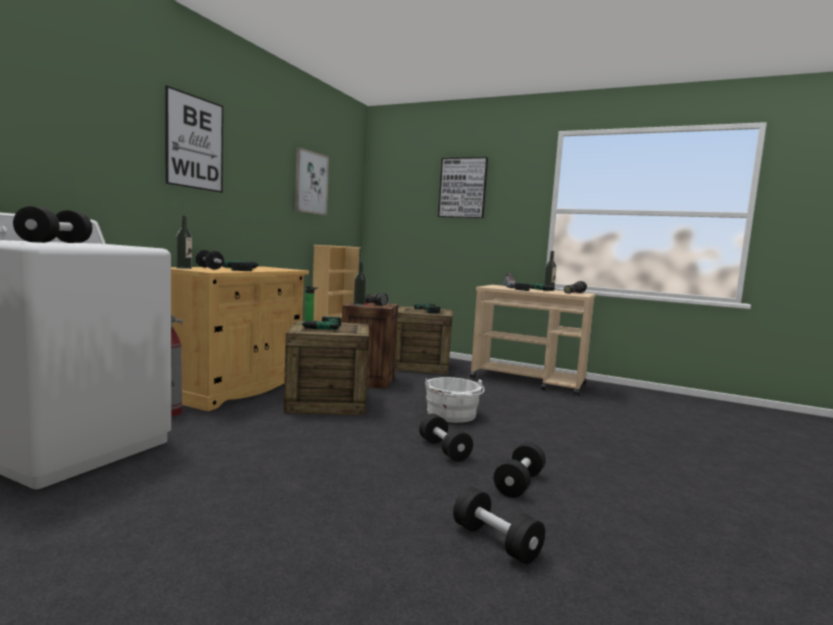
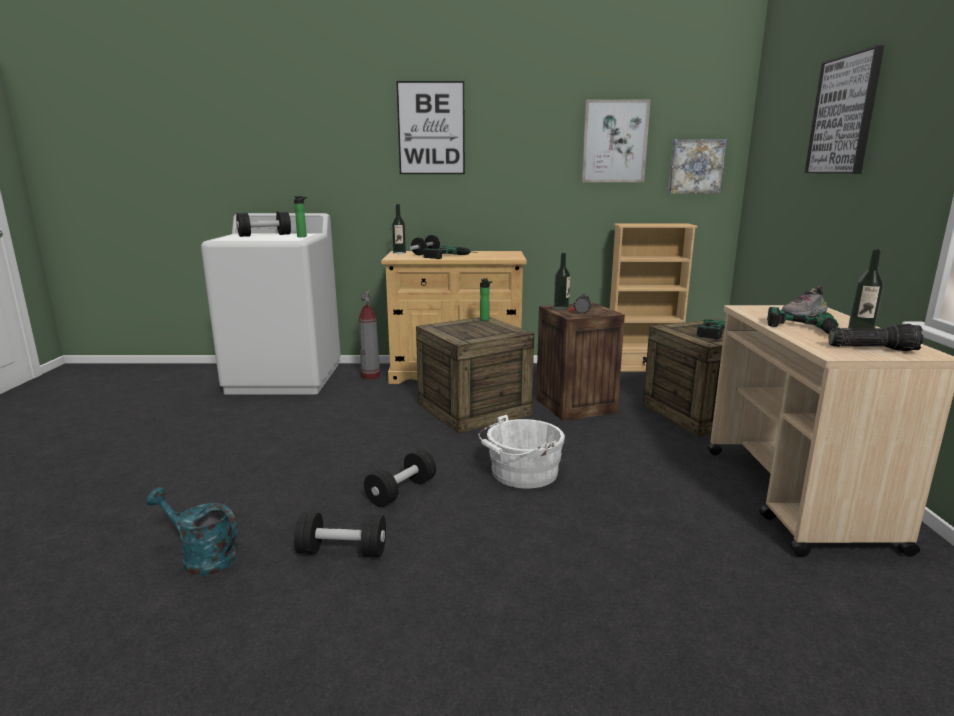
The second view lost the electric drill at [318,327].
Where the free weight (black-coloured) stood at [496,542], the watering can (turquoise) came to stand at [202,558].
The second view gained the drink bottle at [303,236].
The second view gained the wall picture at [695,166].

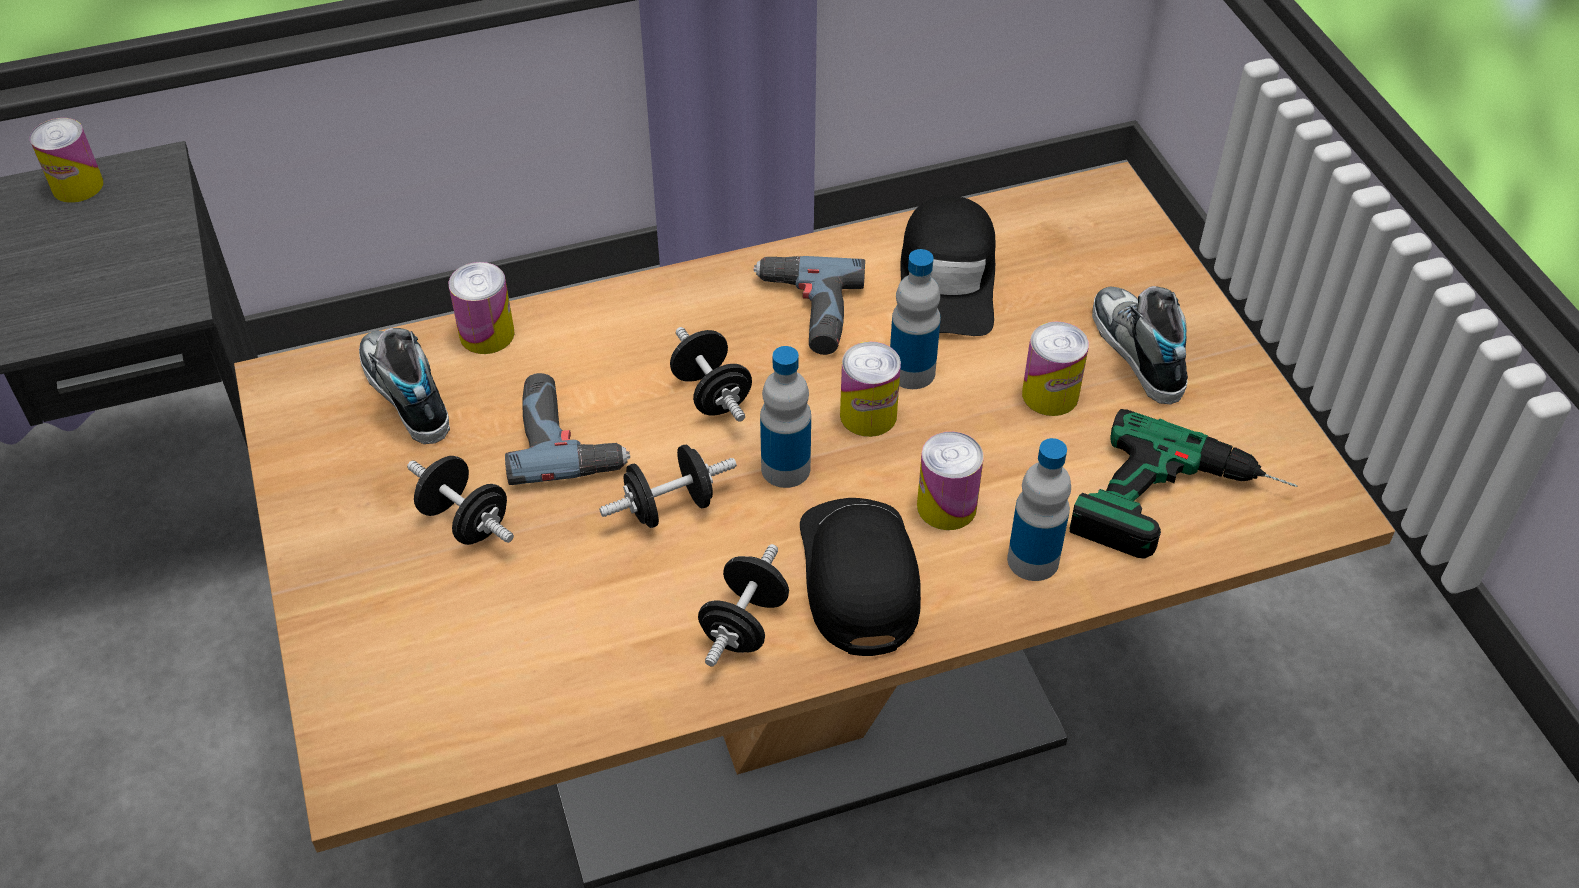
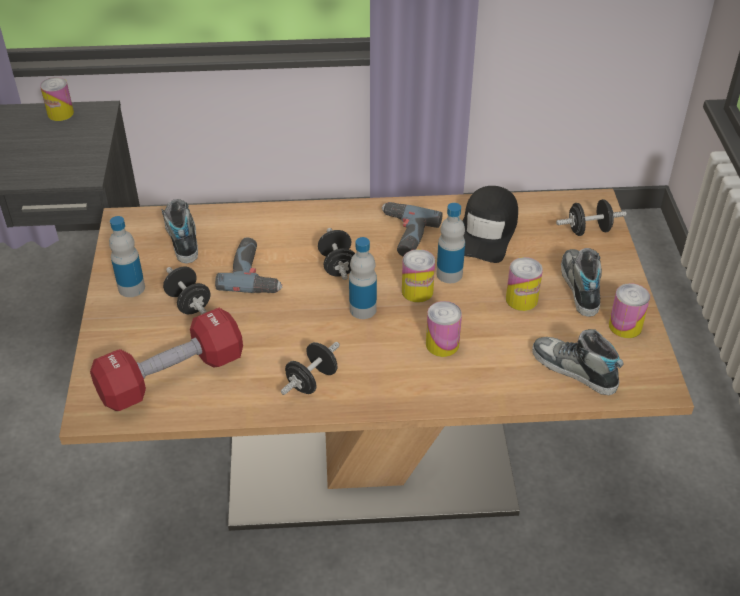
The can ended up elsewhere, having gone from [487,334] to [625,326].
The free weight (black-coloured) ended up elsewhere, having gone from [669,507] to [588,230].
The second view lost the peaked cap (black-coloured) at [859,577].
The drink bottle ended up elsewhere, having gone from [1033,560] to [131,288].
Where the electric drill stood at [1182,507], the item of footwear came to stand at [574,370].
The second view gained the free weight (red-coloured) at [171,377].

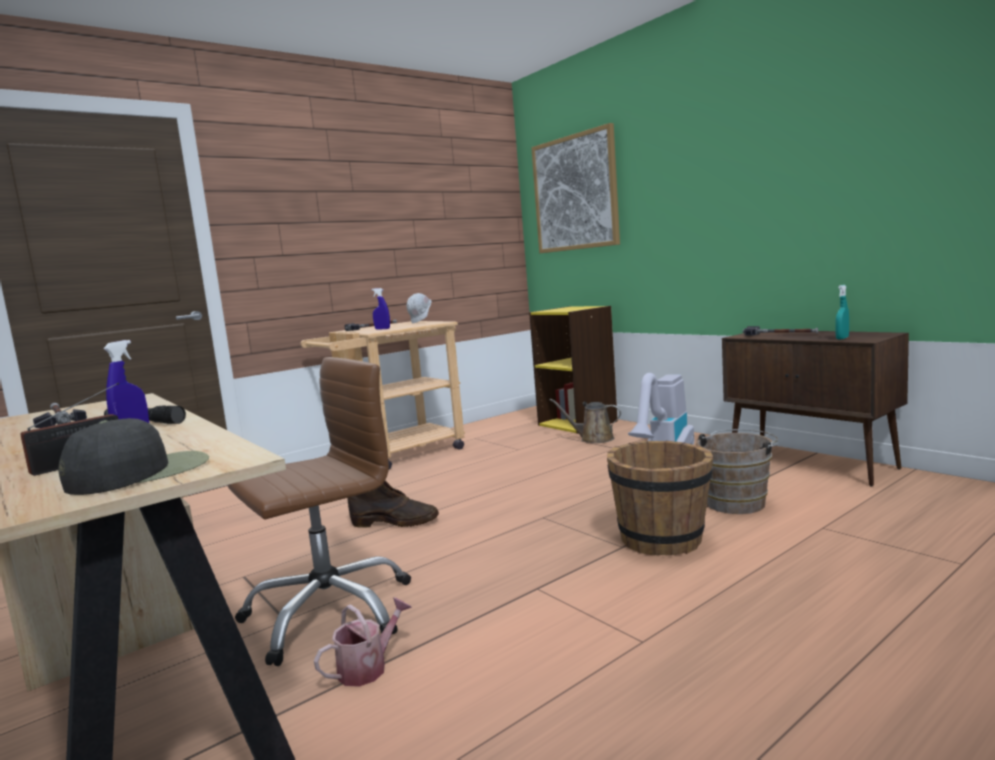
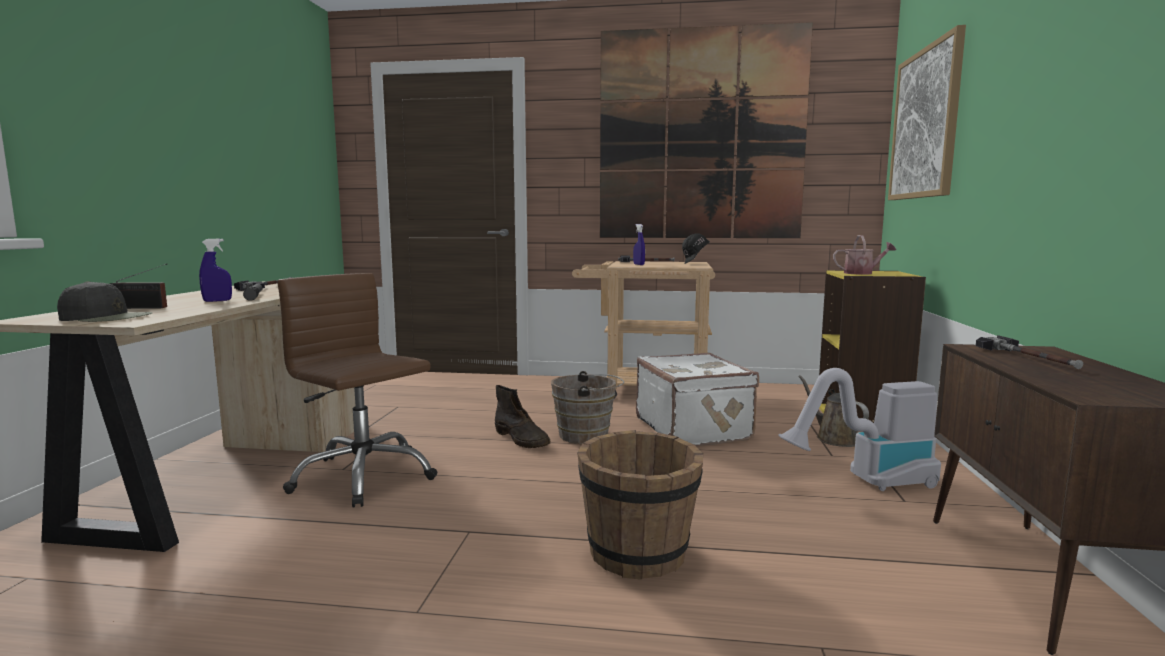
The office chair (brown) at [329,612] ended up facing another way, 150 degrees counterclockwise from before.
The watering can ended up elsewhere, having gone from [368,667] to [862,273].
What was the hard hat (white-coloured) at [421,322] turned into the hard hat (black-coloured) at [695,264].
The bucket (brown) ended up elsewhere, having gone from [738,502] to [588,435].
The second view lost the spray bottle (turquoise) at [842,338].
The second view gained the wall picture at [701,135].
The second view gained the suitcase (white-coloured) at [694,429].

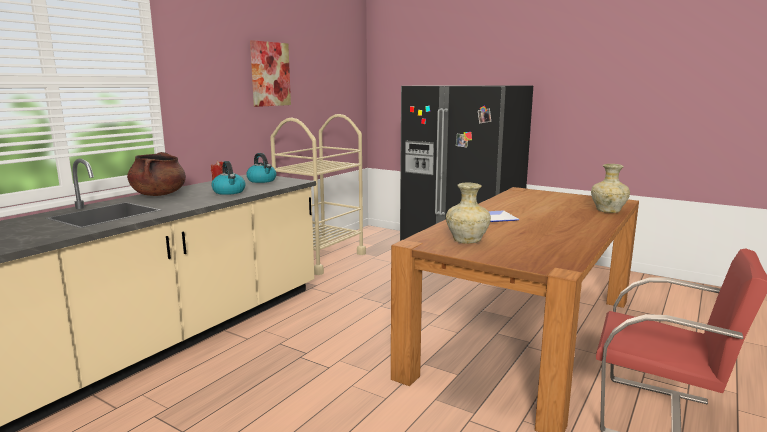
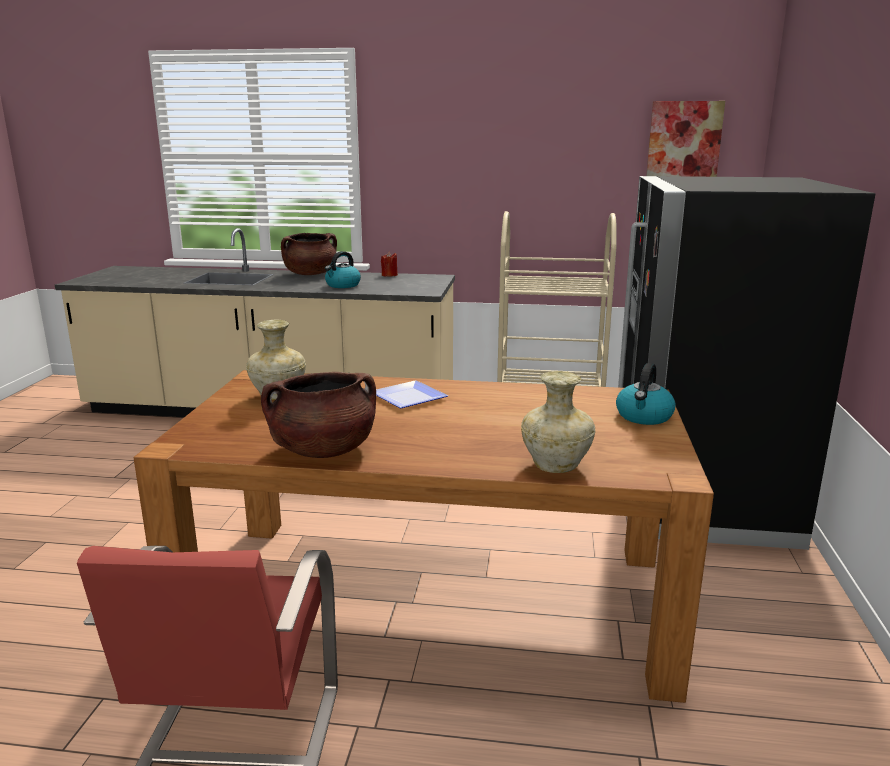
The water kettle ended up elsewhere, having gone from [262,180] to [644,417].
The wall picture ended up elsewhere, having gone from [270,74] to [683,146].
The second view gained the stockpot (brown) at [323,450].

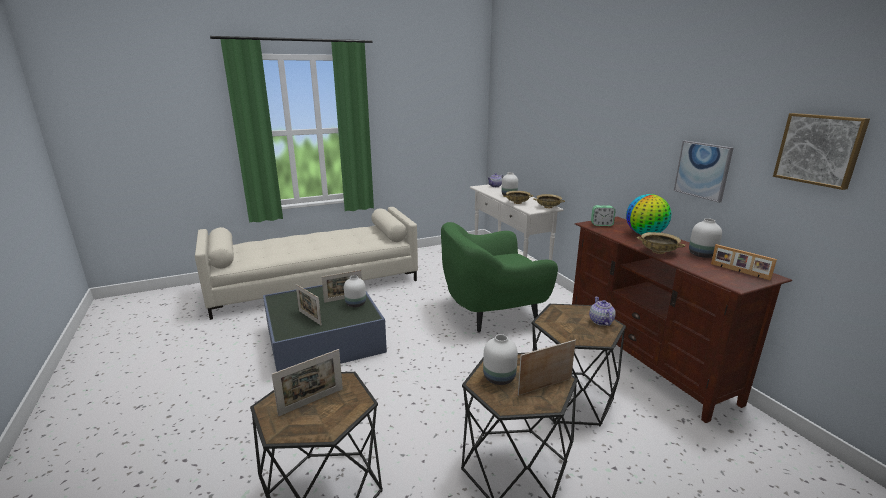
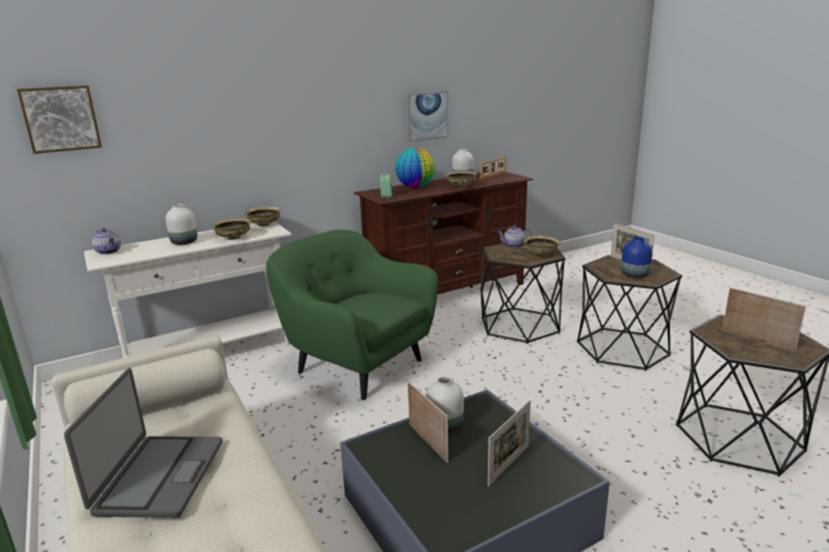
The lounge chair (green-coloured) at [492,311] ended up facing another way, 150 degrees clockwise from before.
What was the flower vase (white-coloured) at [499,377] turned into the flower vase (blue) at [633,275].
The wall picture ended up elsewhere, having gone from [819,149] to [61,118].
The second view gained the portable computer at [159,476].
The second view gained the deep dish (sand-coloured) at [541,254].

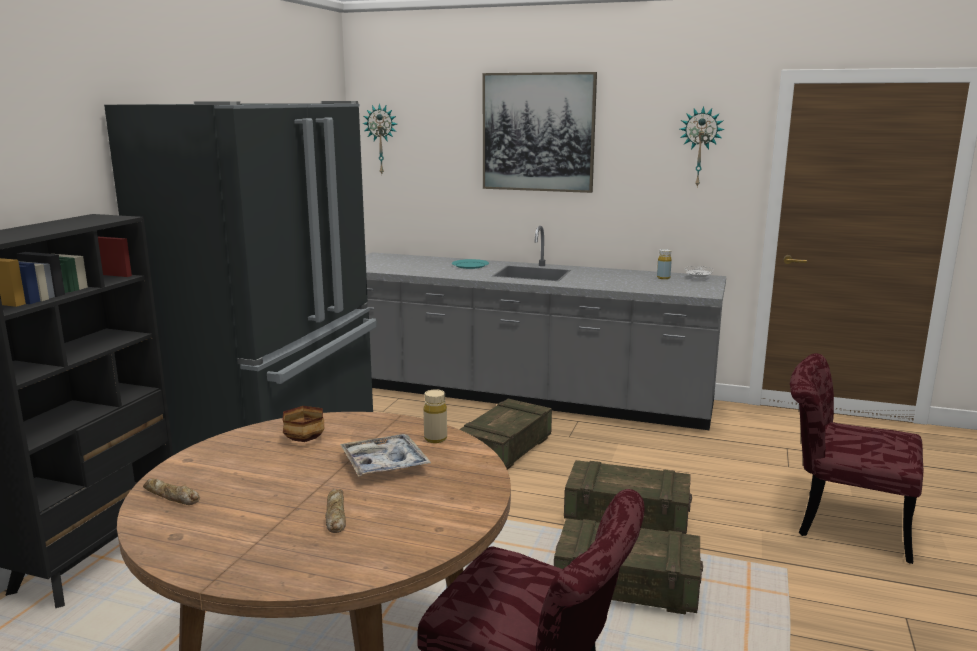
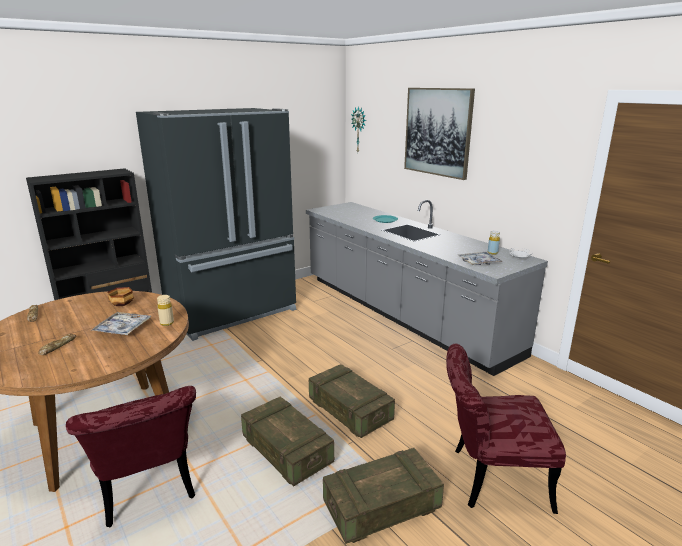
The crate ended up elsewhere, having gone from [505,450] to [381,507].
The second view lost the wall clock at [700,147].
The plain chair (red-coloured) at [840,521] ended up facing another way, 60 degrees counterclockwise from before.
The second view gained the serving tray at [479,262].

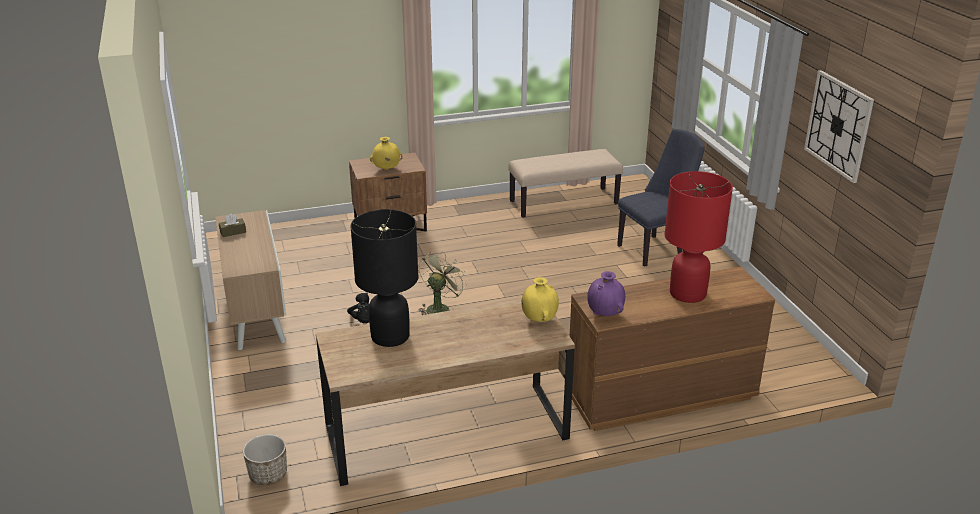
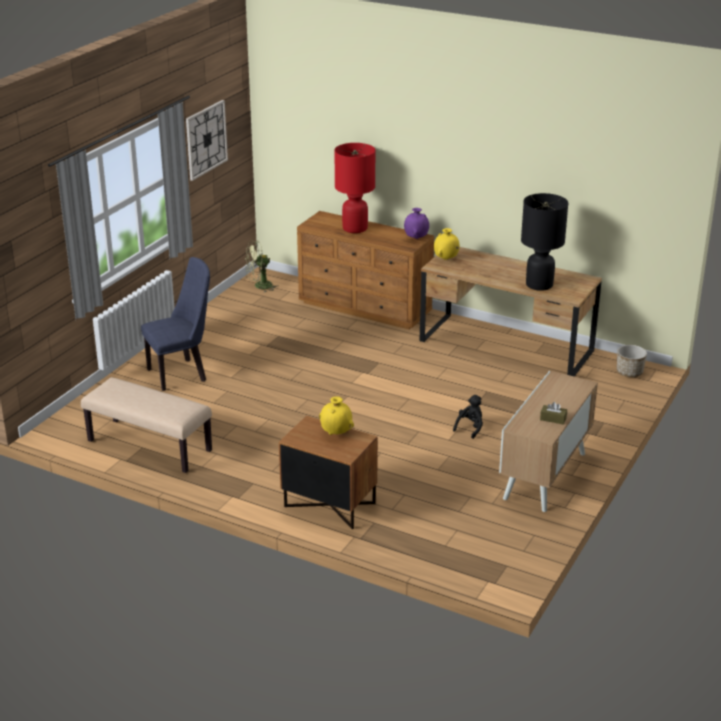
The fan (green-coloured) ended up elsewhere, having gone from [439,308] to [259,286].
The plain chair (blue) at [654,249] ended up facing another way, 135 degrees clockwise from before.

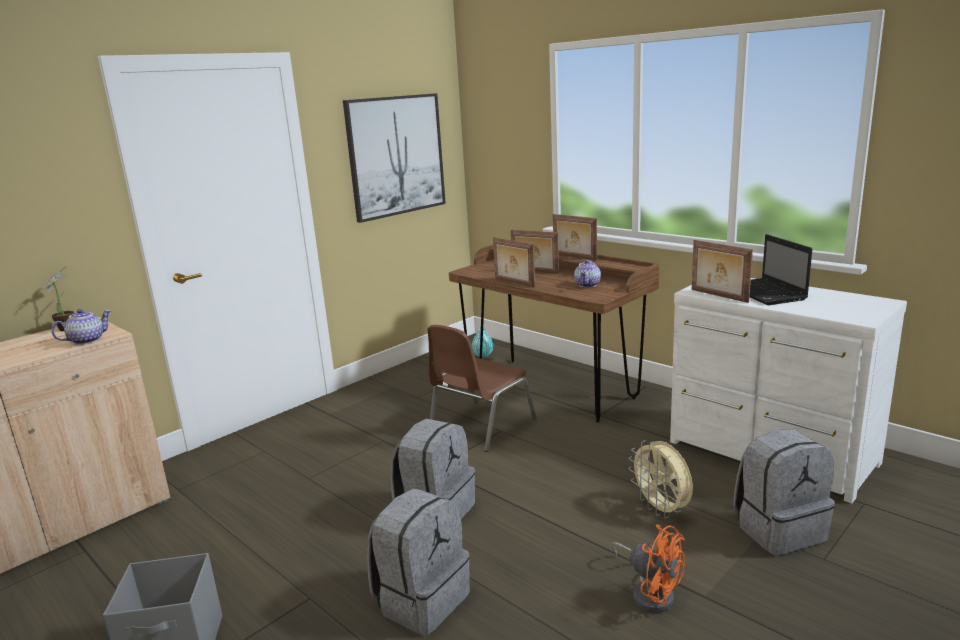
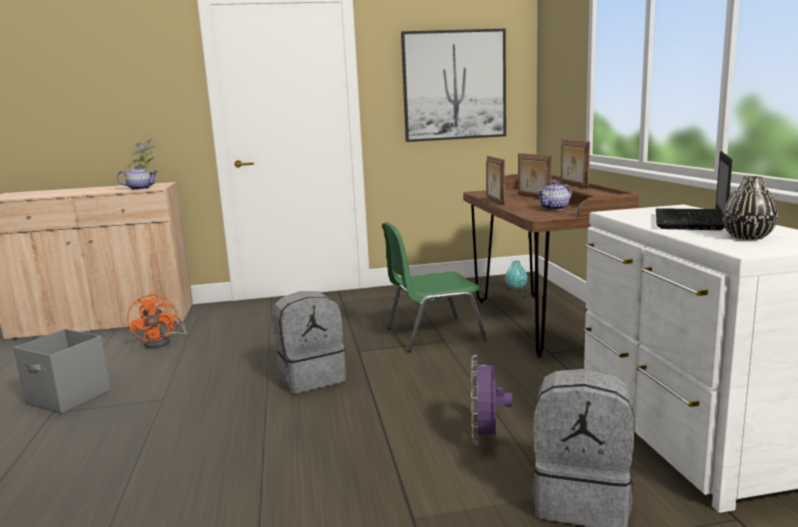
The second view lost the backpack (grey) at [421,600].
What was the plain chair (brown) at [480,426] turned into the plain chair (green-coloured) at [432,334].
The fan (orange-coloured) ended up elsewhere, having gone from [650,592] to [162,342].
What was the fan (sand-coloured) at [661,509] turned into the fan (purple-coloured) at [487,438].
The second view lost the standing frame at [718,296].
The second view gained the flower vase (black-coloured) at [747,237].

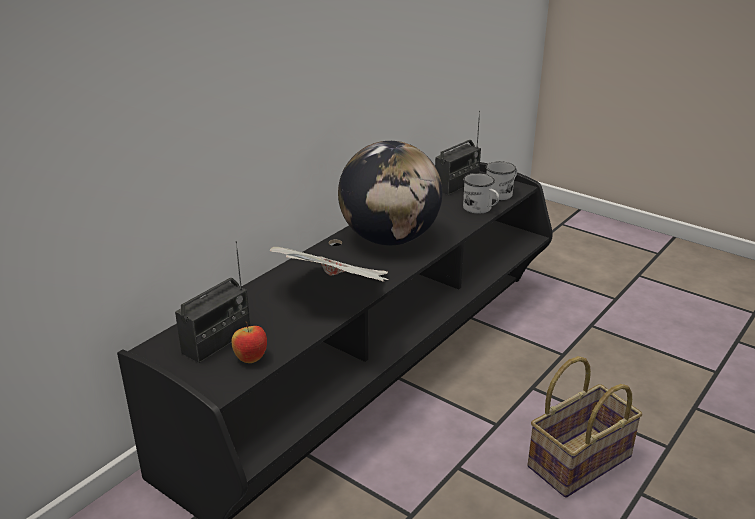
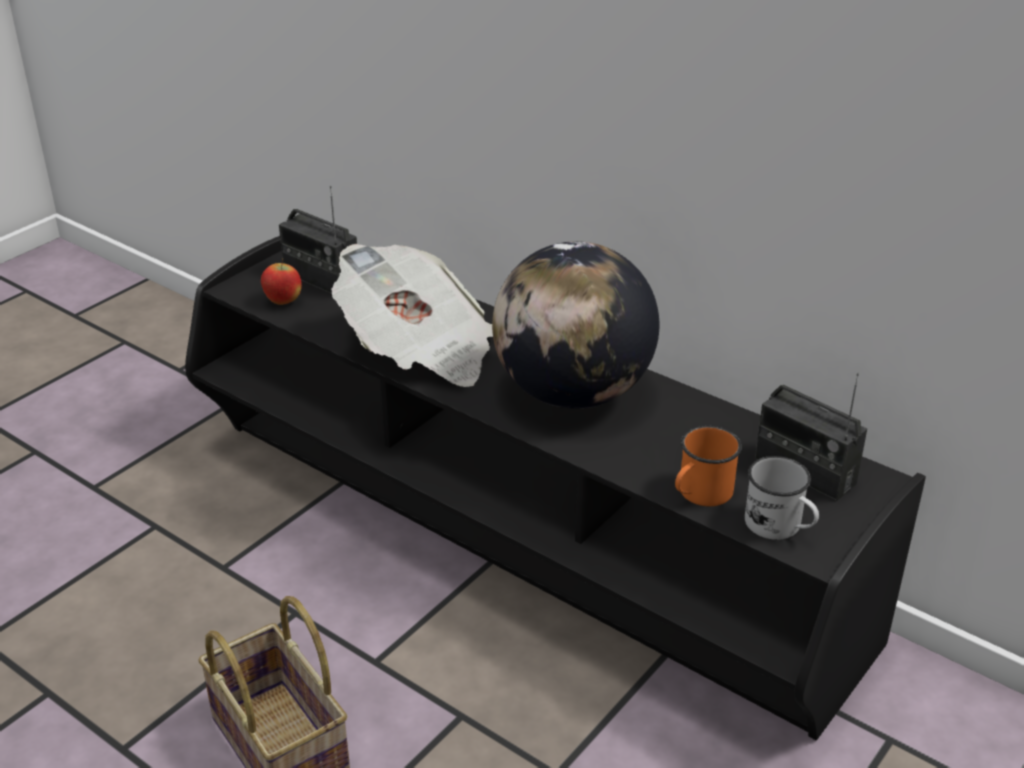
What was the mug (white-coloured) at [481,209] turned into the mug (orange-coloured) at [700,494].

